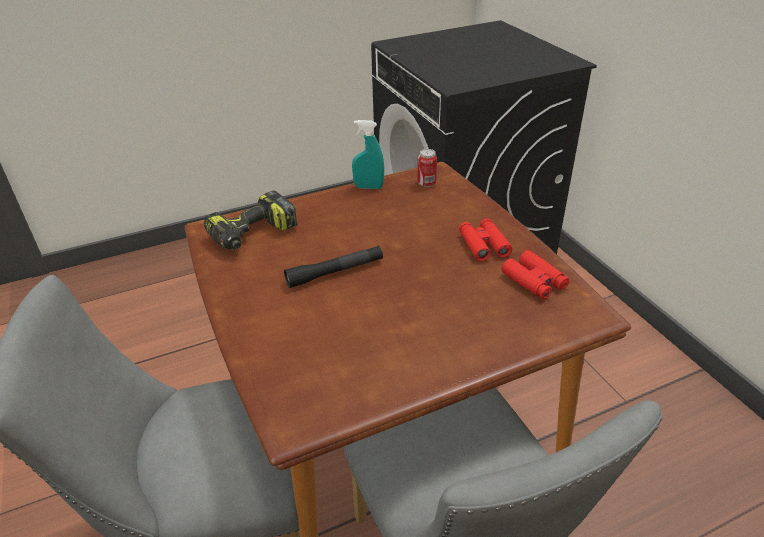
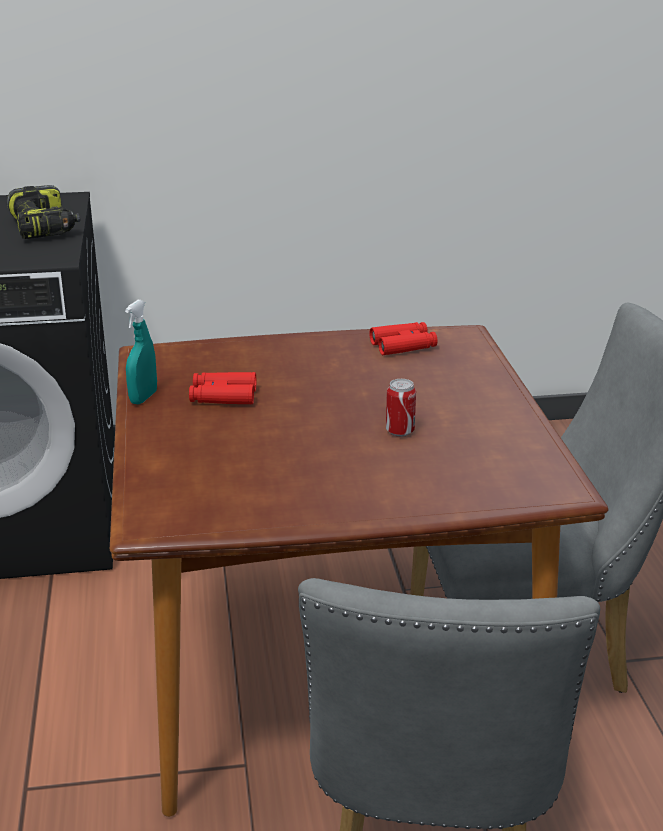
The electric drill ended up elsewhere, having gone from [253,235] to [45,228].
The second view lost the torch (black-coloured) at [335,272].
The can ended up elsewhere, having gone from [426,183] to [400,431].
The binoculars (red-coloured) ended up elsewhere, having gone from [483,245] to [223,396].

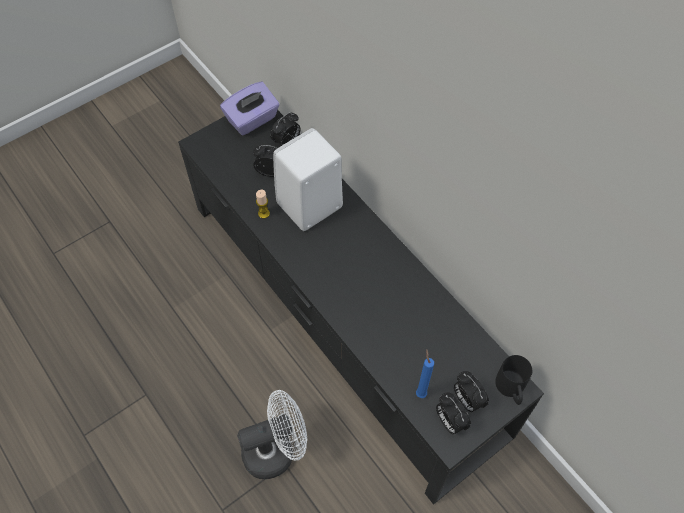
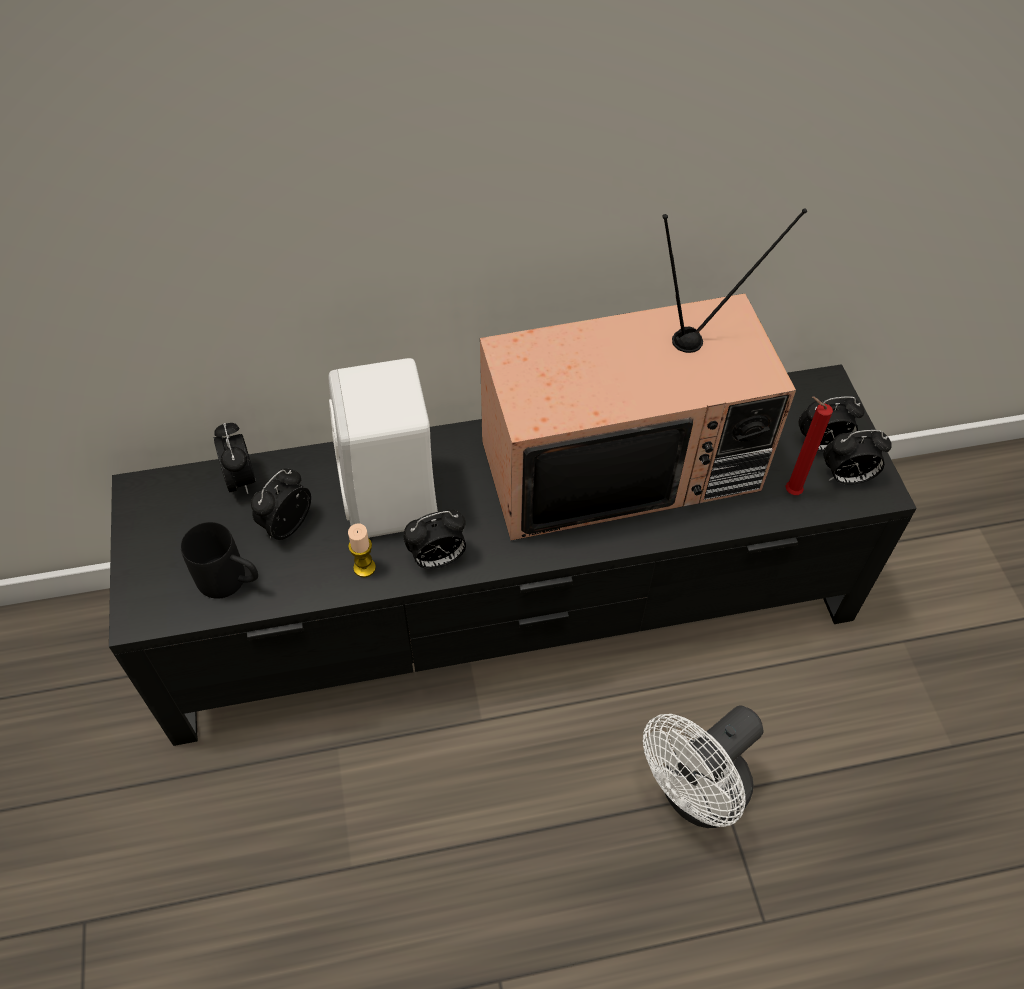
The second view lost the box of tissues (purple-coloured) at [252,120].
The fan (white-coloured) at [276,450] ended up facing another way, 135 degrees counterclockwise from before.
What was the wax light (blue) at [420,392] turned into the wax light (red-coloured) at [789,491].
The mug (black-coloured) ended up elsewhere, having gone from [511,390] to [231,582].
The second view gained the table clock at [437,559].
The second view gained the TV set at [621,461].

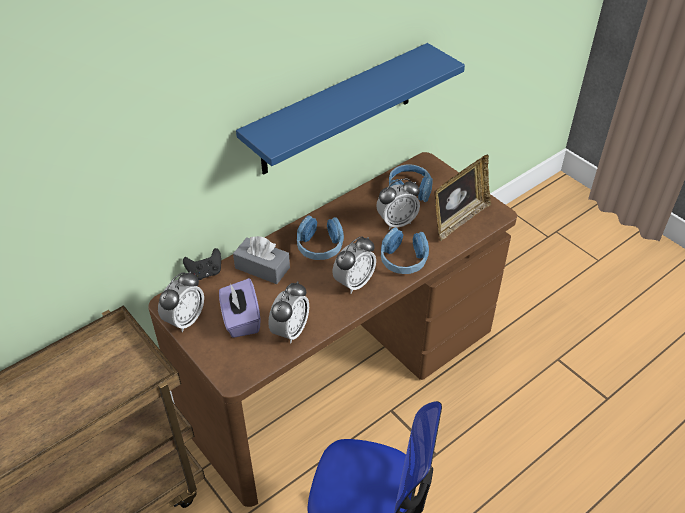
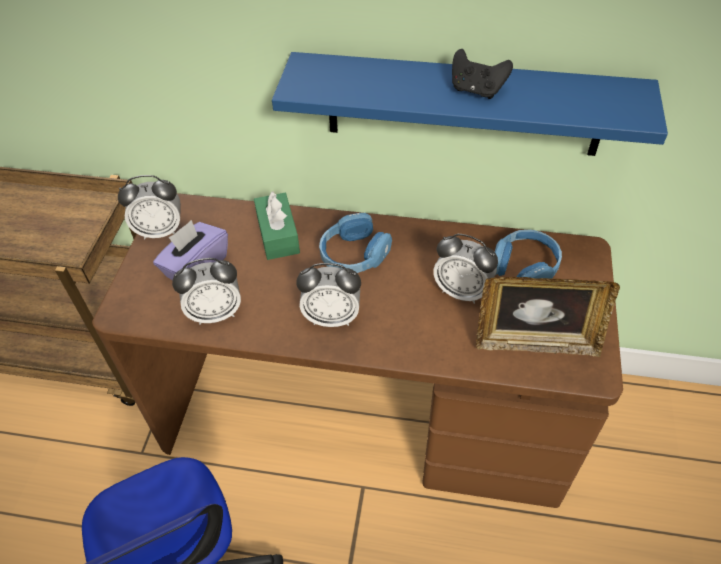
The gamepad (black-coloured) ended up elsewhere, having gone from [205,273] to [476,90].
What was the box of tissues (grey) at [262,268] turned into the box of tissues (green-coloured) at [278,235].
The second view lost the headphones (blue) at [403,259].

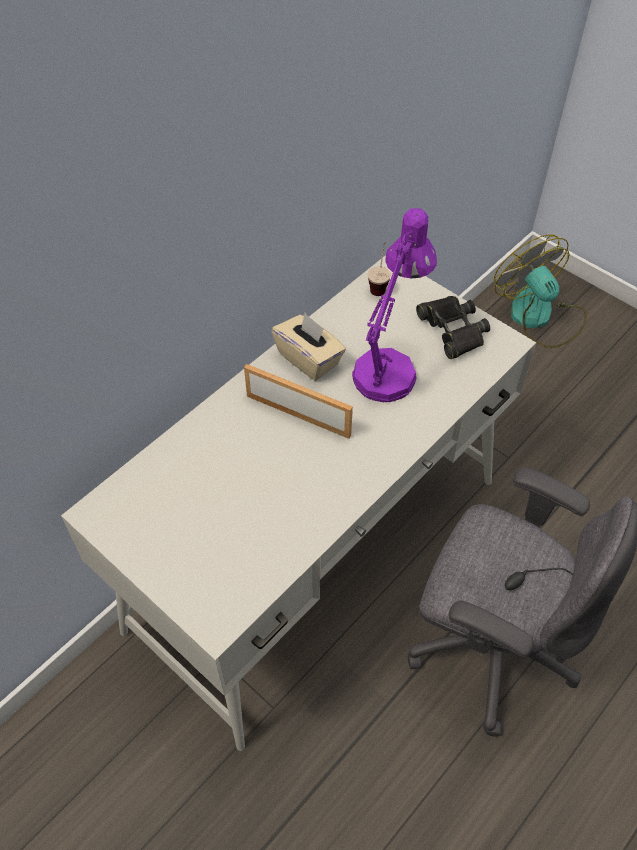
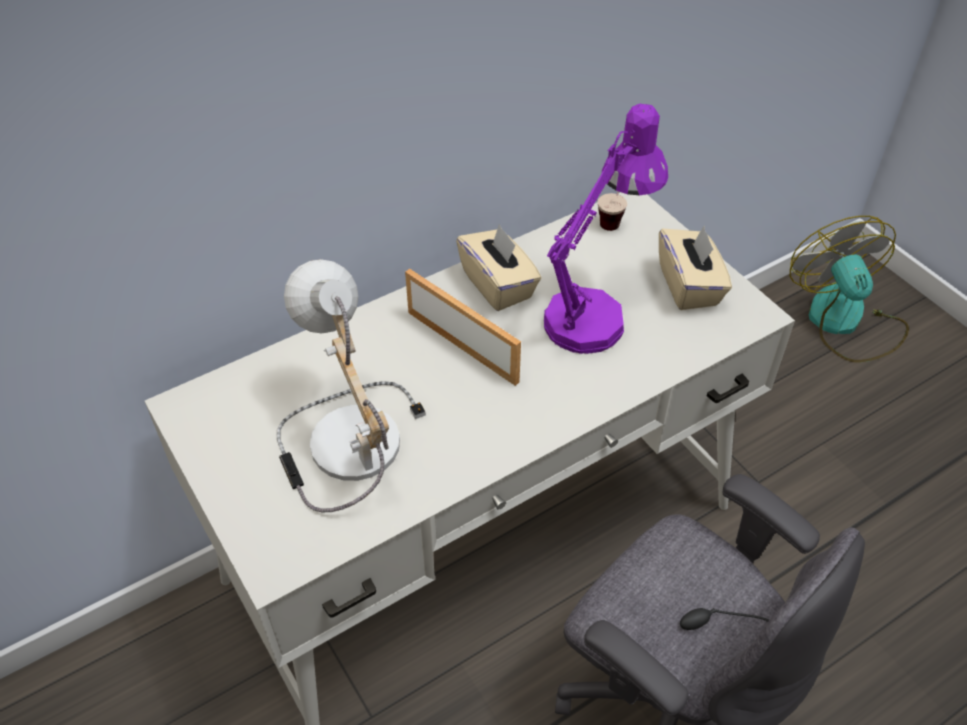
Where the binoculars (black-coloured) stood at [452,330], the box of tissues (sand-coloured) came to stand at [689,286].
The second view gained the tabletop lamp at [344,442].

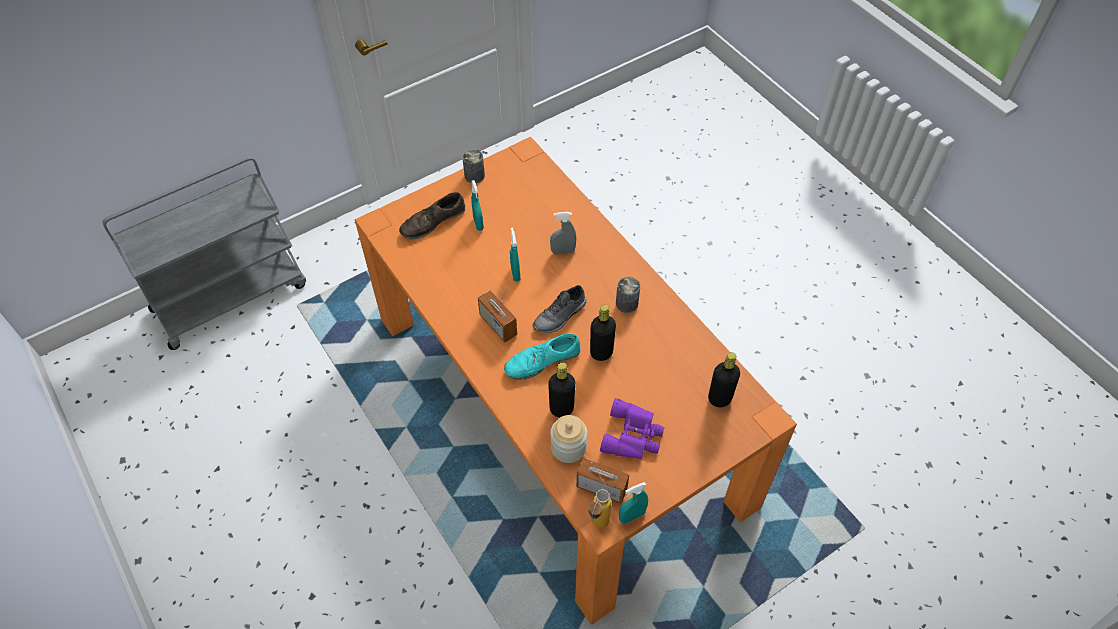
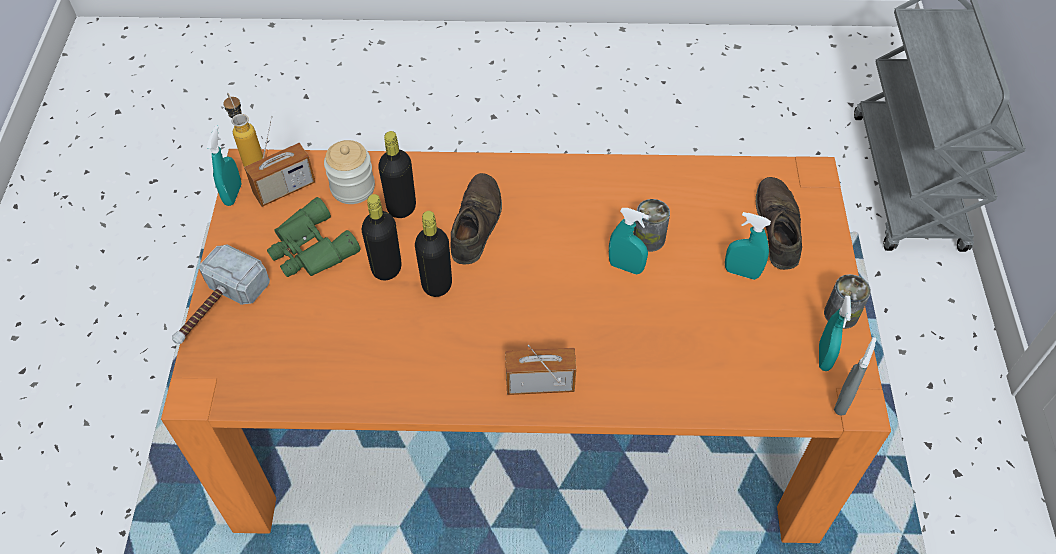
The radio receiver ended up elsewhere, having gone from [498,325] to [540,383].
What was the item of footwear (turquoise) at [542,361] turned into the item of footwear (brown) at [475,223].
The second view lost the item of footwear (grey) at [560,316].
The spray bottle (grey) ended up elsewhere, having gone from [563,251] to [843,401].
What was the binoculars (purple-coloured) at [633,435] turned into the binoculars (green-coloured) at [310,249].
The can ended up elsewhere, having gone from [627,303] to [649,238].
The drink bottle (black-coloured) ended up elsewhere, having gone from [719,398] to [386,268].
The second view gained the hammer at [217,308].
The second view gained the spray bottle (turquoise) at [824,357].

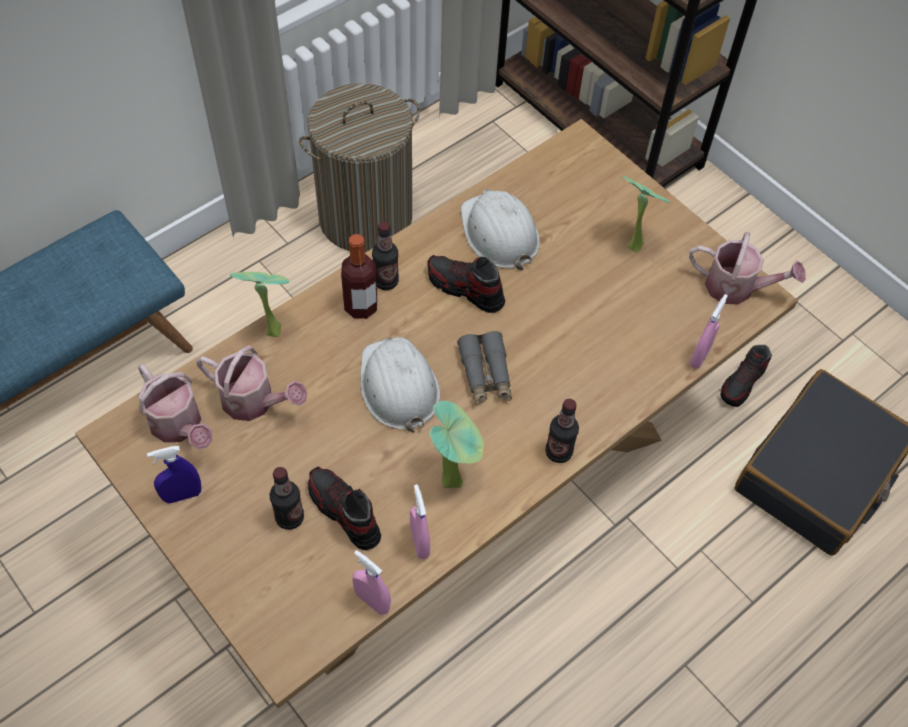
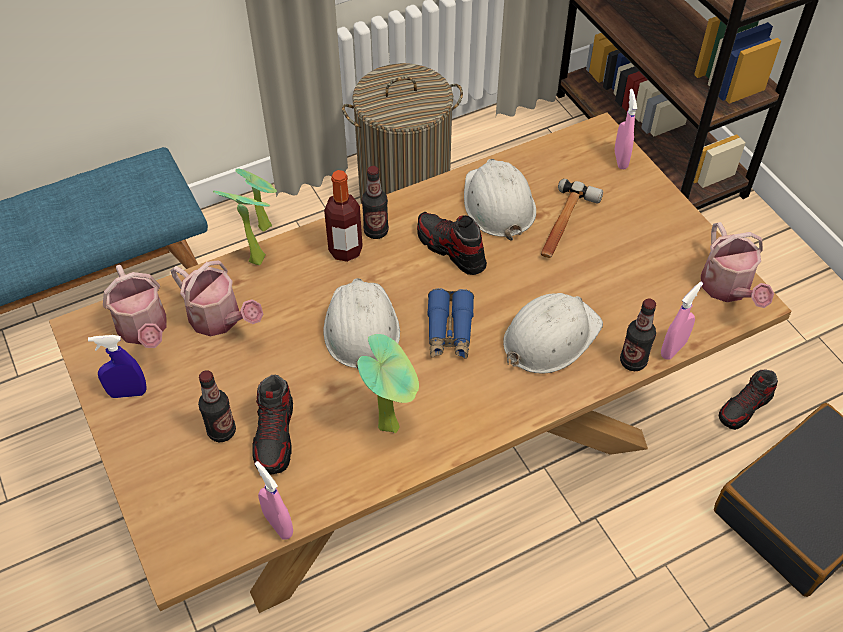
The item of footwear at [344,512] ended up facing another way, 150 degrees counterclockwise from before.
The spray bottle (pink) ended up elsewhere, having gone from [419,542] to [620,159].
What was the binoculars (grey) at [485,374] turned into the binoculars (blue) at [449,331].
The drink bottle ended up elsewhere, having gone from [558,452] to [633,361].
The plant in a pot ended up elsewhere, having gone from [634,243] to [265,224].
The watering can at [736,287] ended up facing another way, 45 degrees clockwise from before.
The second view gained the hard hat (white-coloured) at [550,337].
The second view gained the hammer at [564,225].

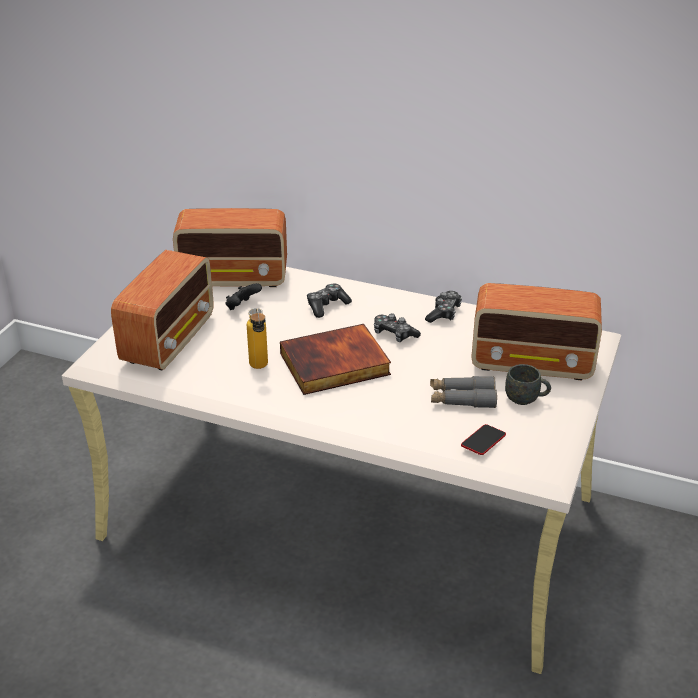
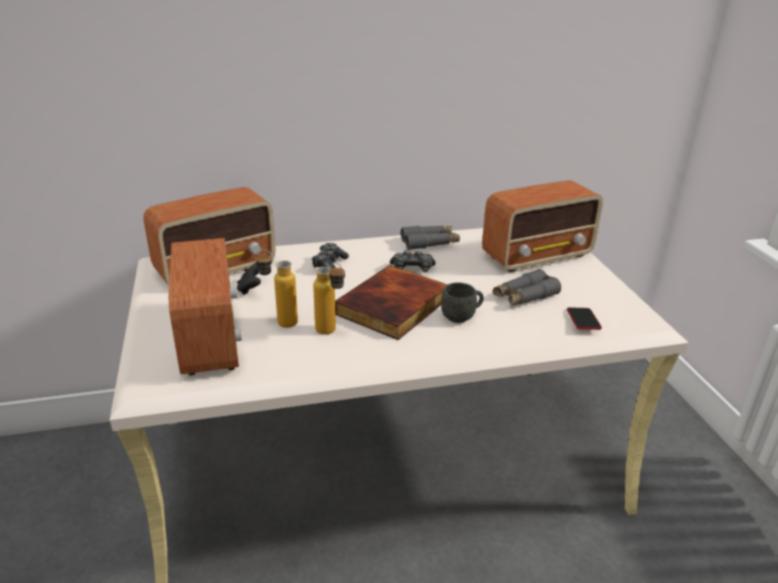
Where the gamepad stood at [444,313], the binoculars (grey) came to stand at [430,243].
The mug (grey) ended up elsewhere, having gone from [526,399] to [462,316].
The second view gained the drink bottle at [279,323].

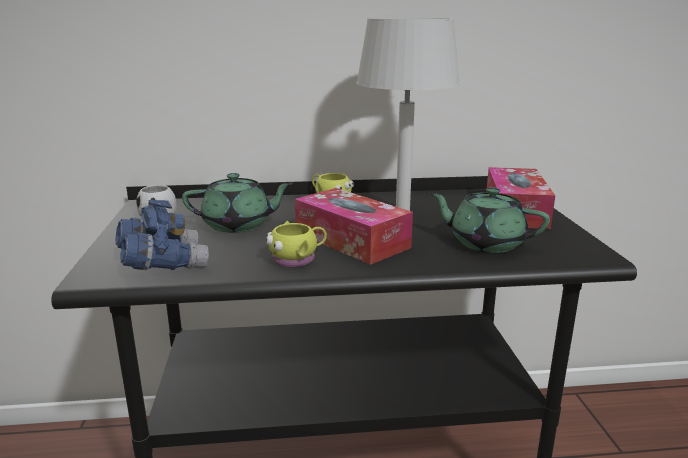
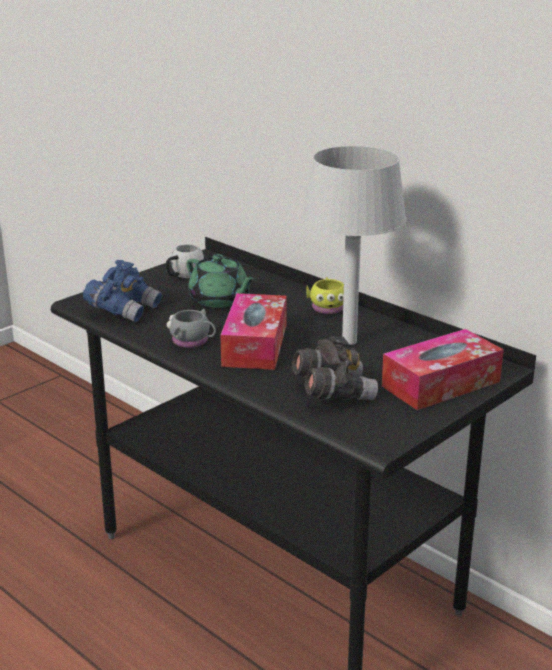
What was the mug (yellow-coloured) at [297,259] turned into the mug (grey) at [193,341].
Where the pot for tea (green-coloured) stood at [485,243], the binoculars (grey) came to stand at [332,392].

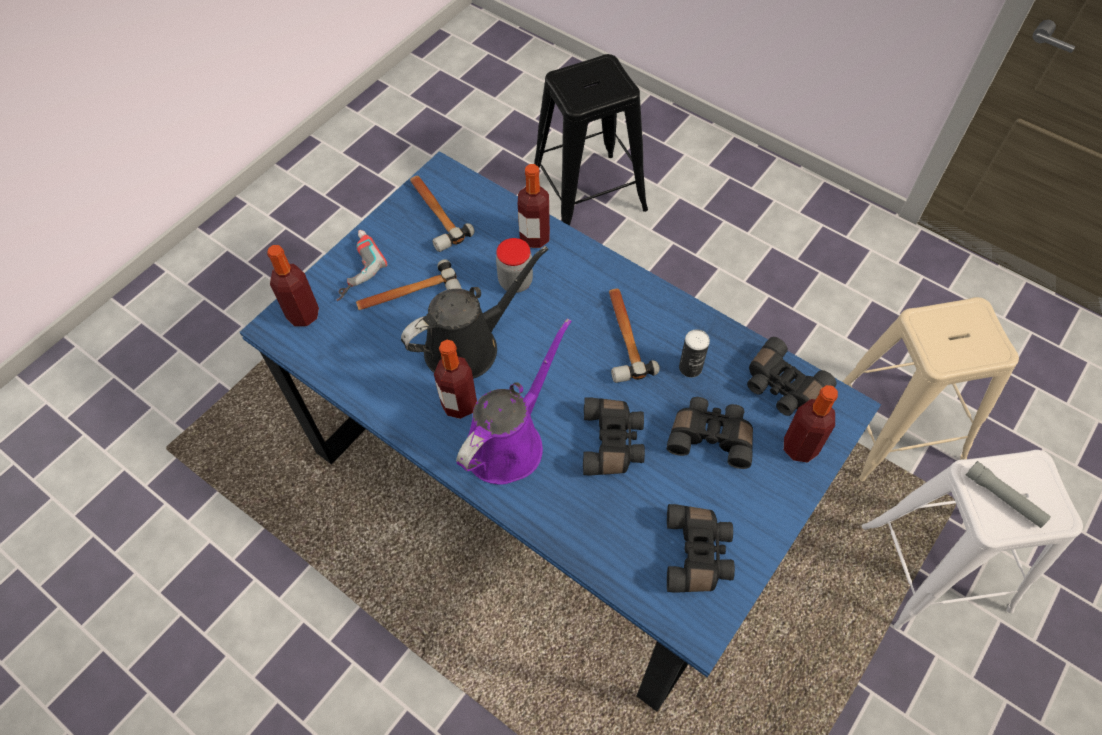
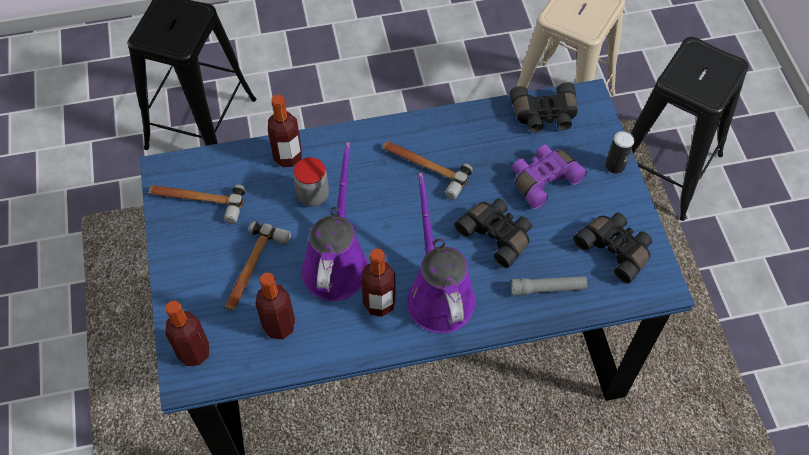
The second view lost the electric drill at [352,267].
What was the watering can (black-coloured) at [468,345] turned into the watering can (purple-coloured) at [336,263].
What was the binoculars (black-coloured) at [711,436] turned into the binoculars (purple-coloured) at [543,179].
The can ended up elsewhere, having gone from [690,367] to [615,165].
The drink bottle ended up elsewhere, having gone from [800,447] to [279,326].
What was the sitting stool (white-coloured) at [935,567] turned into the sitting stool (black-coloured) at [664,167].
The torch (grey) ended up elsewhere, having gone from [1004,498] to [548,288].

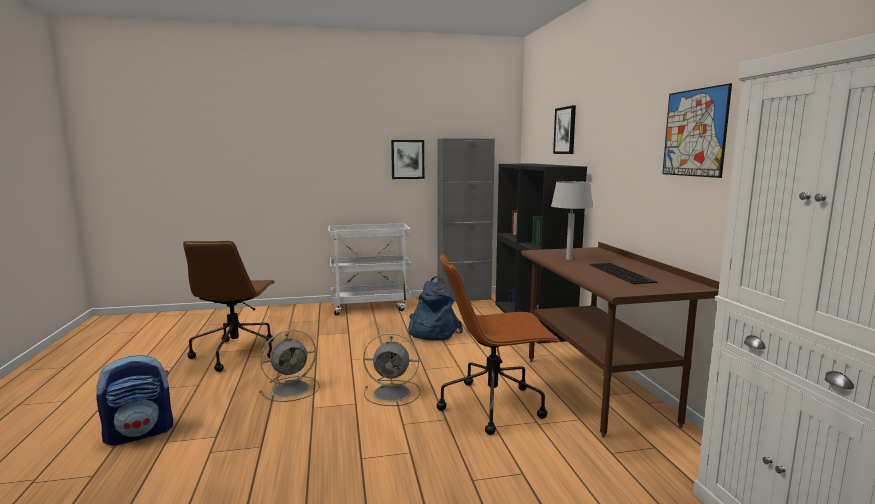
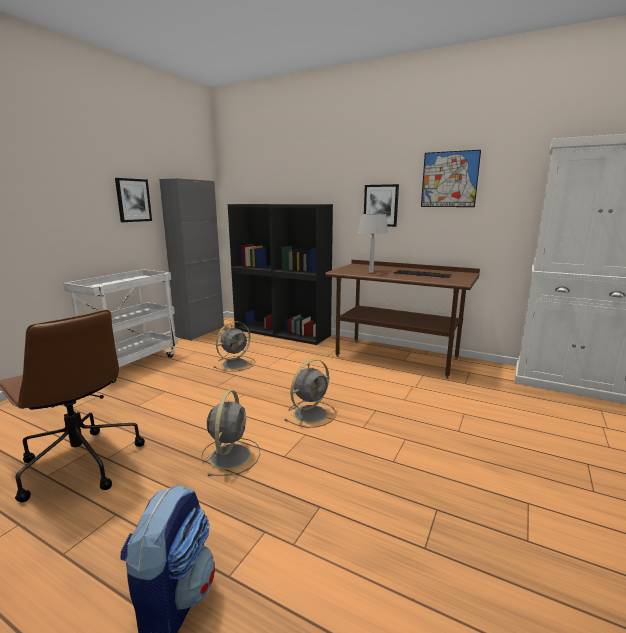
Where the backpack (blue) stood at [431,332], the fan (grey) came to stand at [236,363].
The second view lost the office chair (brown) at [494,405].
The wall picture ended up elsewhere, having gone from [565,130] to [381,205].

